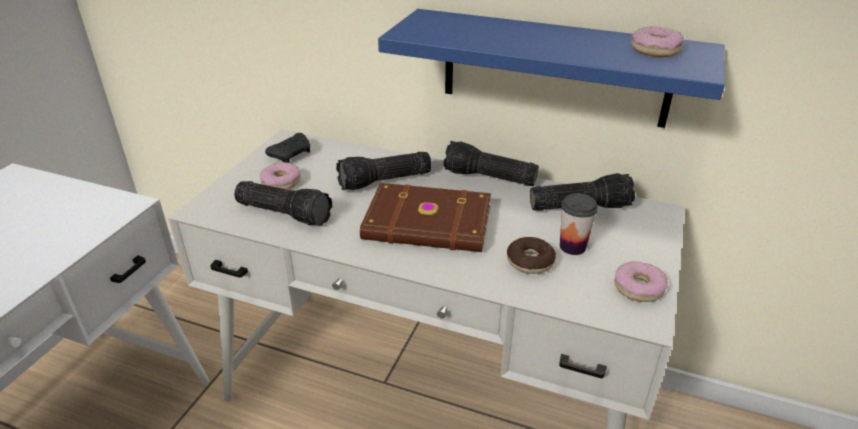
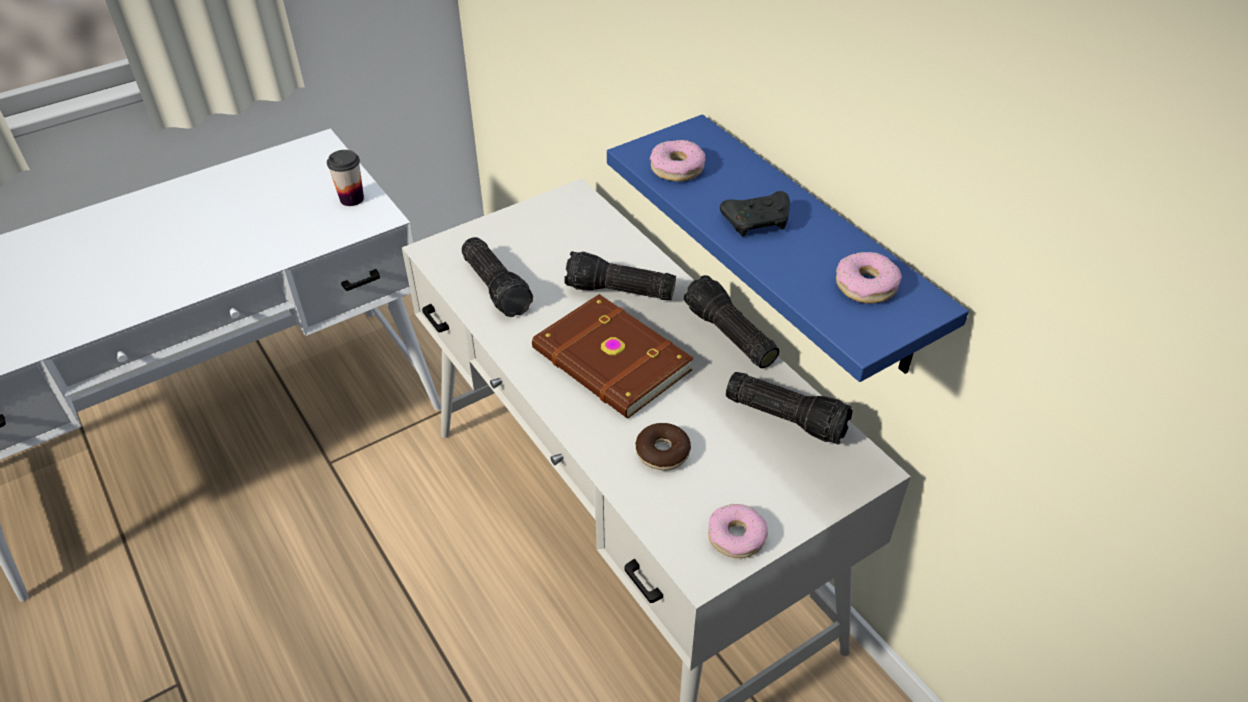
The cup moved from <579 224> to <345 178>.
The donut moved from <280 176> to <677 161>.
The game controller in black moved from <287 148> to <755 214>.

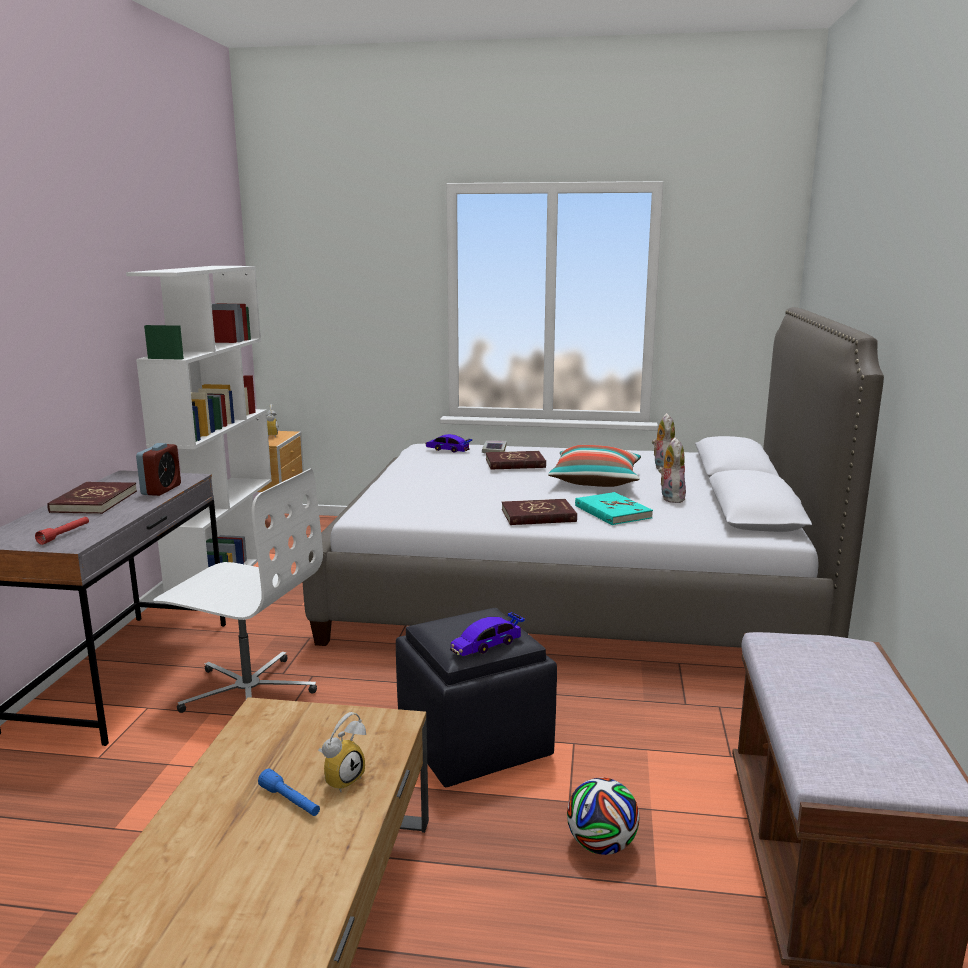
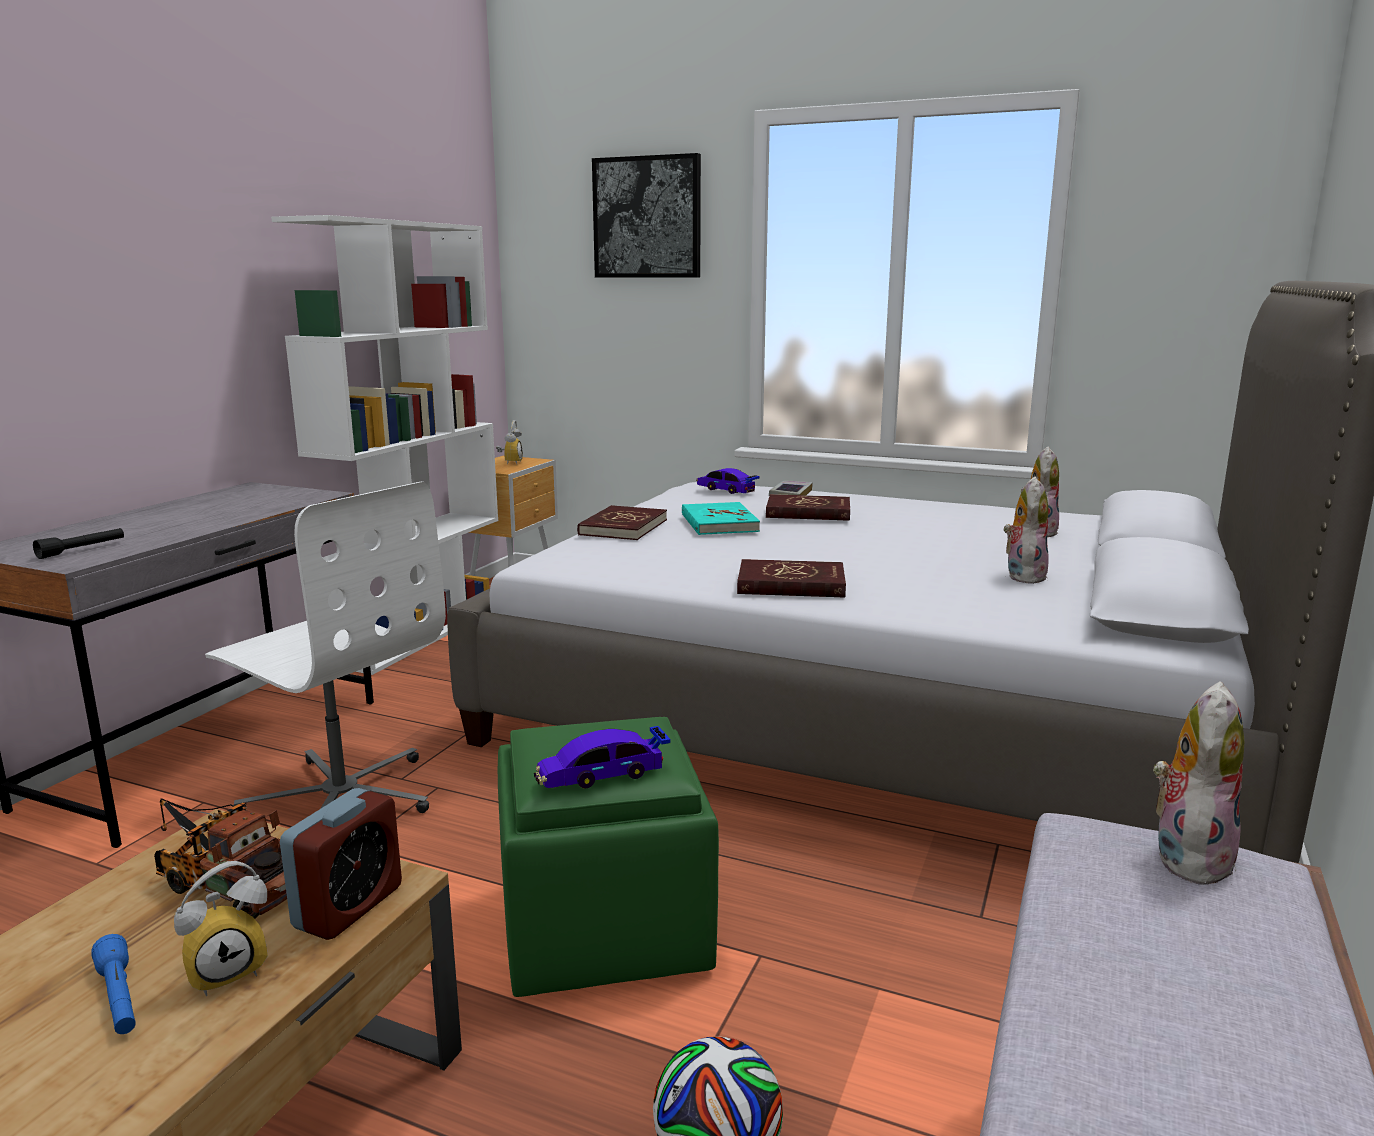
The flashlight in red at <62 531> became the flashlight in black at <78 543>.
The toy truck at <220 858> appeared.
The alarm clock moved from <158 469> to <341 864>.
The ottoman in black at <476 697> became the ottoman in green at <608 857>.
The book in red moved from <92 498> to <622 522>.
The picture at <646 215> appeared.
The book in turquoise moved from <614 508> to <721 518>.
The plush toy at <1198 784> appeared.
The pillow at <594 466> disappeared.

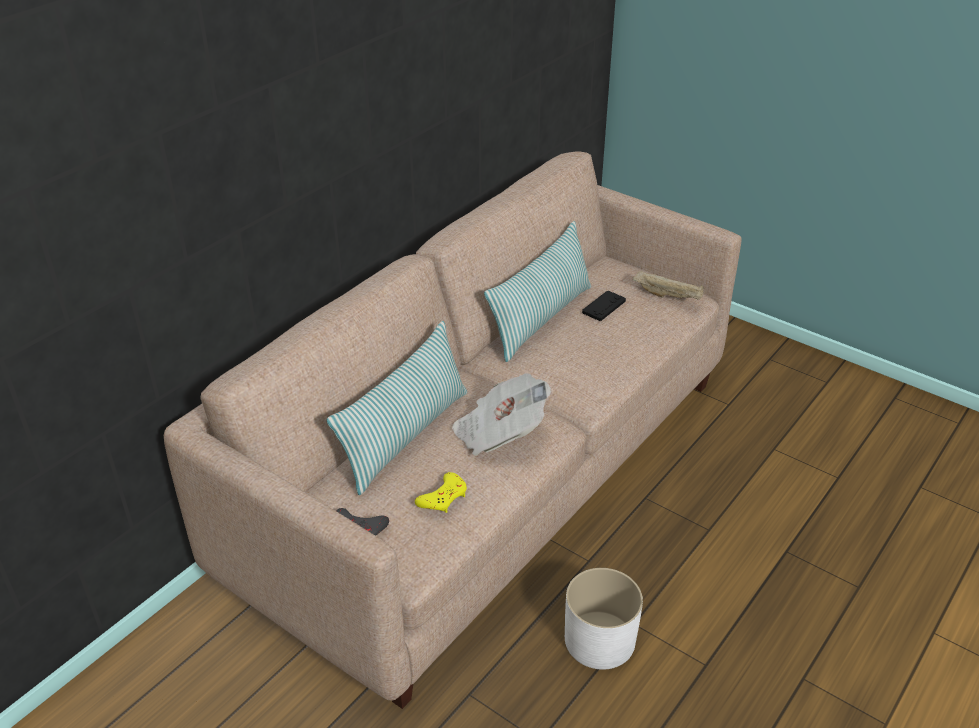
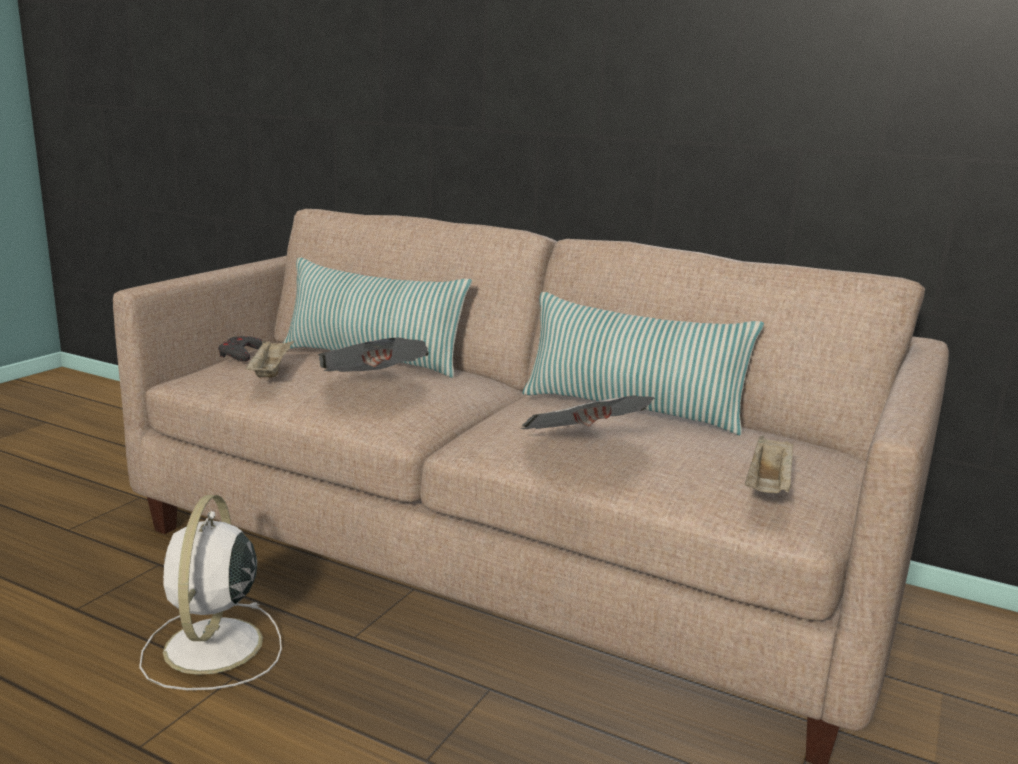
The planter in white at <604 619> was replaced by the fan in white at <210 592>.
The game controller in yellow at <441 492> was replaced by the tray in beige at <269 358>.
The newspaper at <588 412> appeared.
The game controller in black at <604 306> disappeared.

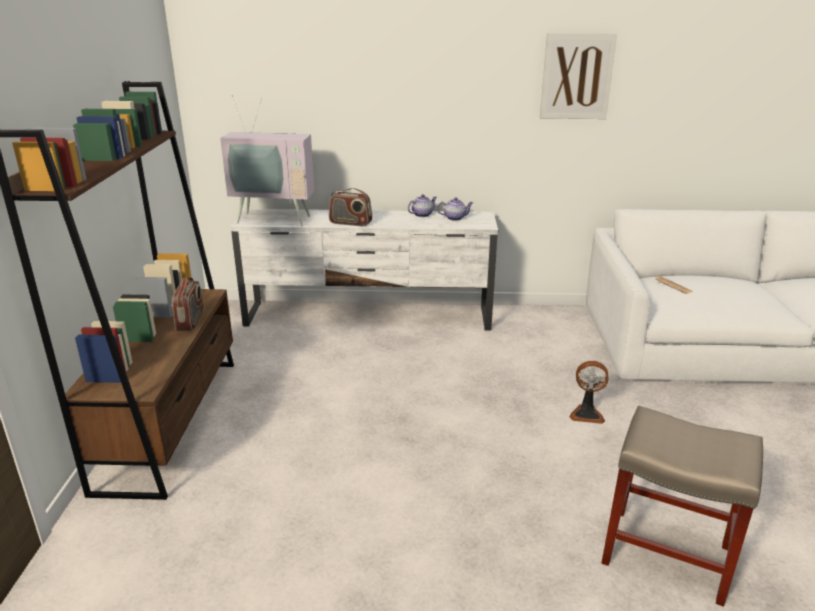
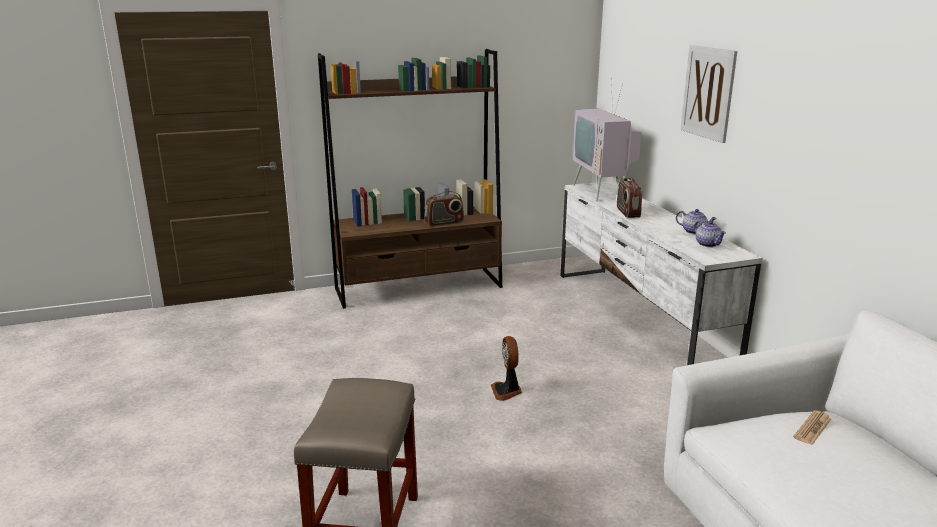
The fan moved from <589 392> to <506 368>.
The picture moved from <578 76> to <708 94>.

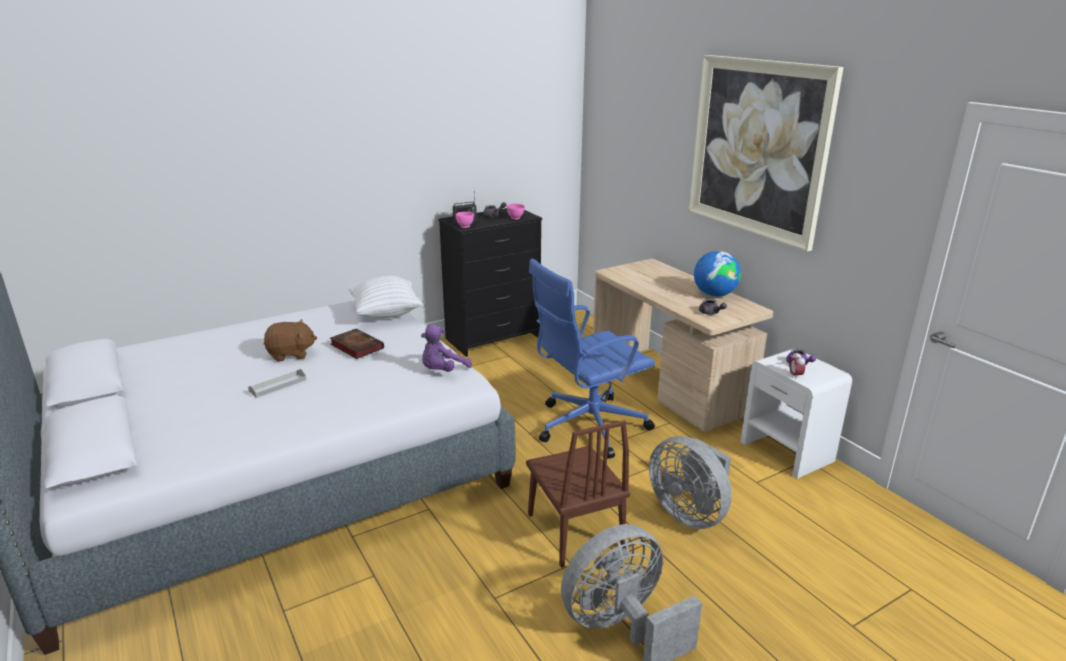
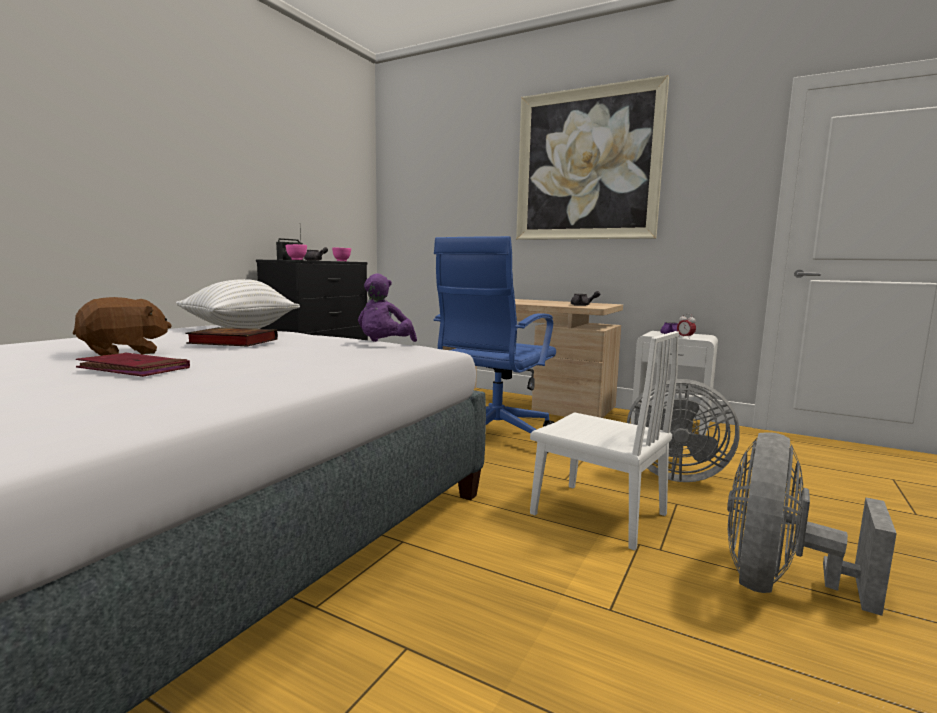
The tray in grey at <277 383> was replaced by the book in red at <133 365>.
The chair in brown at <578 494> became the chair in white at <604 441>.
The globe at <717 274> disappeared.

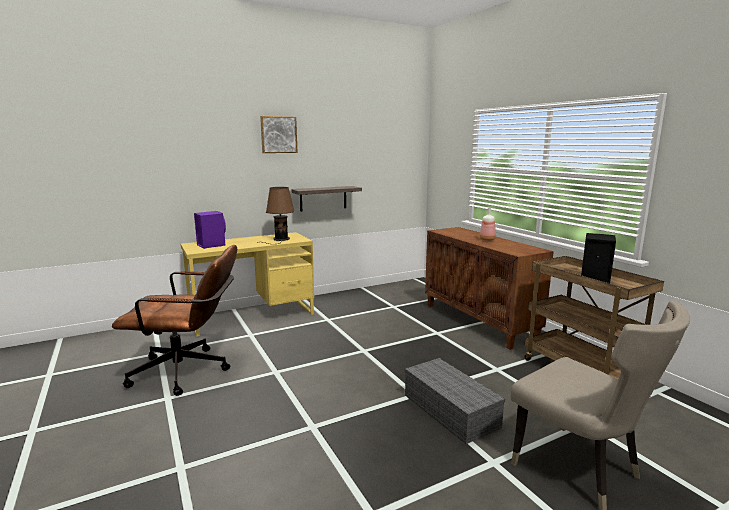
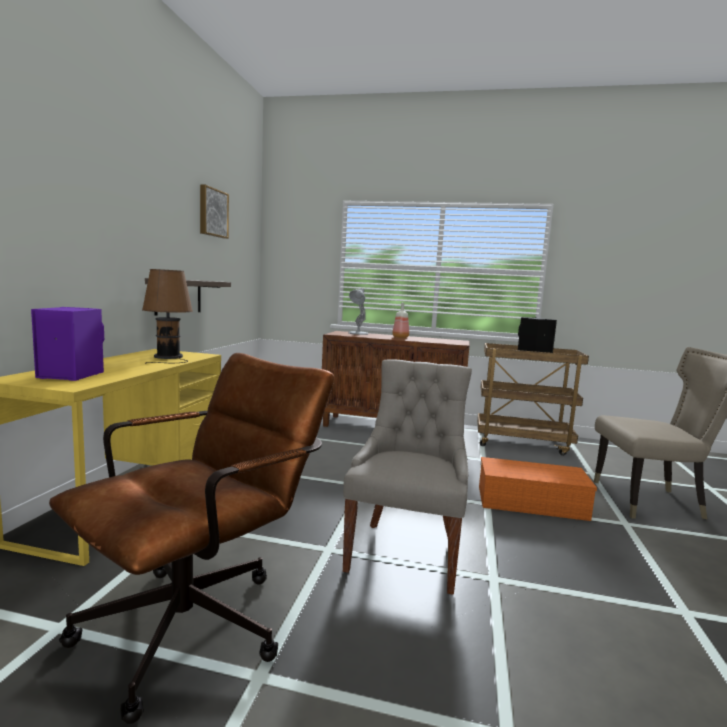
The picture moved from <279 134> to <214 211>.
The chair in grey at <407 477> appeared.
The table lamp in white at <358 311> appeared.
The storage box in grey at <455 401> became the storage box in orange at <538 489>.

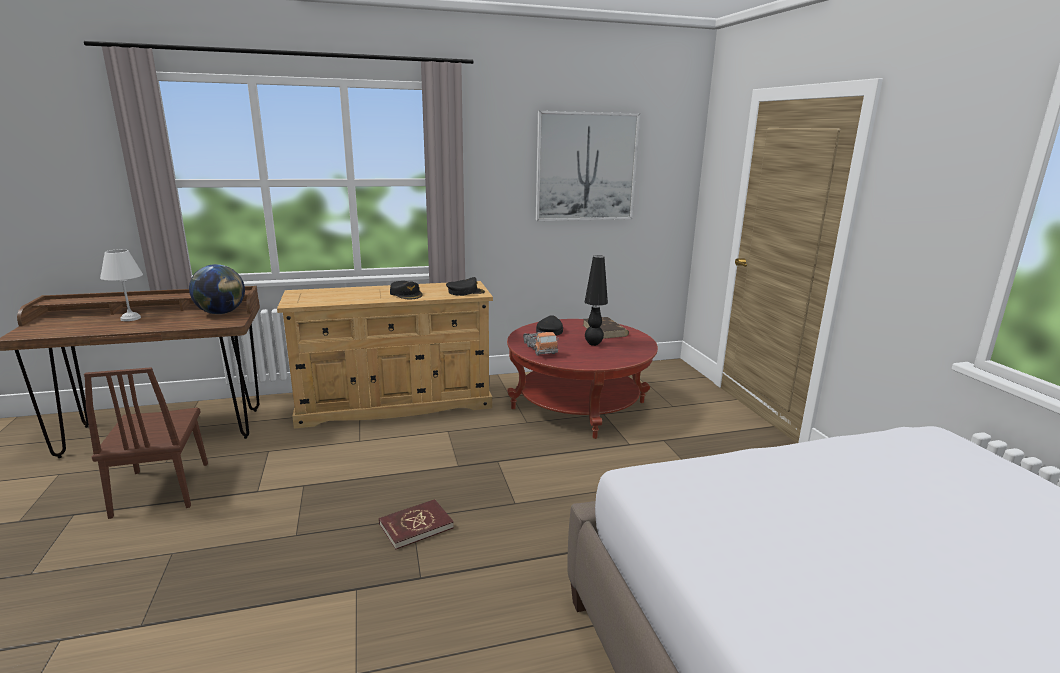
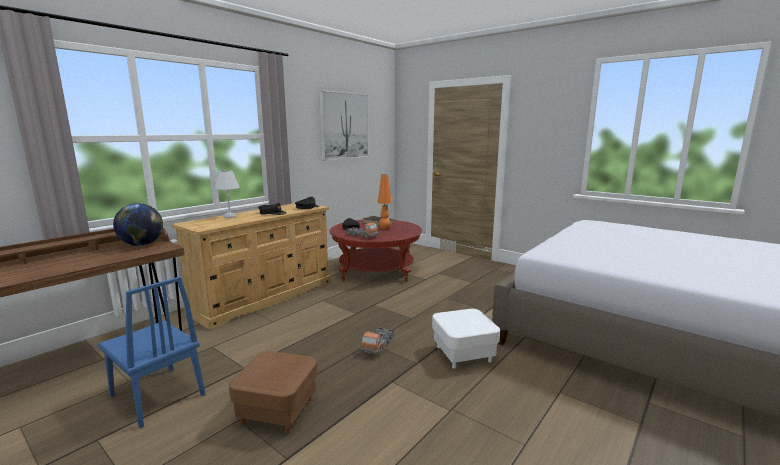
The chair in brown at <146 443> became the chair in blue at <151 352>.
The table lamp in white moved from <121 285> to <227 194>.
The ottoman in brown at <273 392> appeared.
The book in red at <416 524> was replaced by the toy truck at <377 340>.
The table lamp in black at <596 300> became the table lamp in orange at <385 201>.
The ottoman in white at <466 339> appeared.

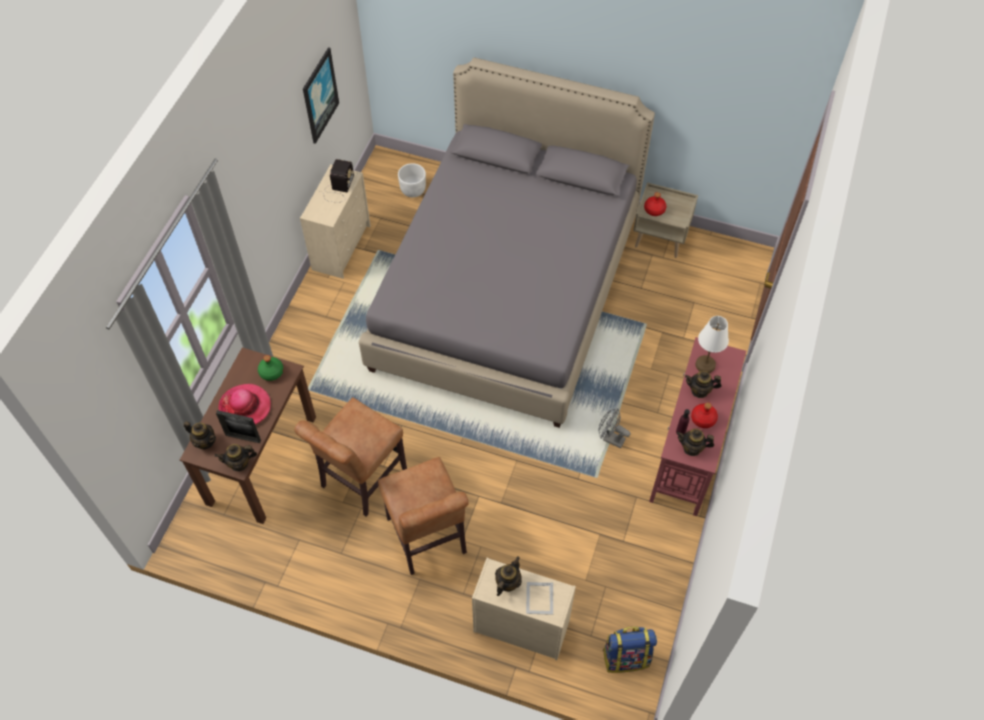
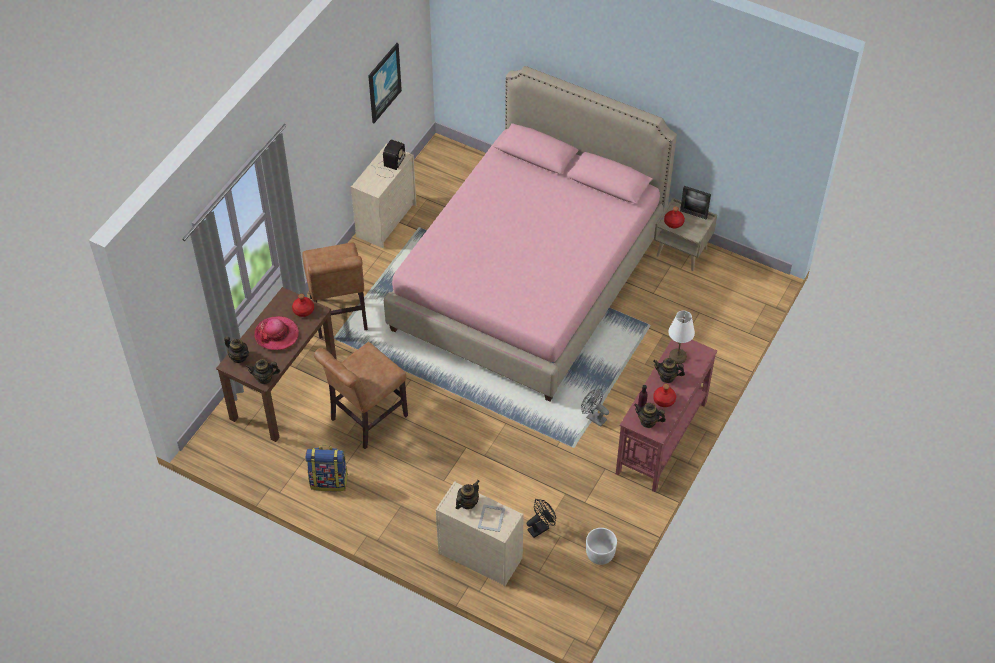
The bottle in green at <271 368> became the bottle in red at <303 305>.
The chair in brown moved from <423 516> to <335 291>.
The backpack moved from <630 650> to <326 468>.
The bed in grey at <507 243> became the bed in pink at <530 234>.
The fan in black at <541 518> appeared.
The planter in white moved from <412 180> to <601 546>.
The picture frame moved from <238 426> to <695 203>.

